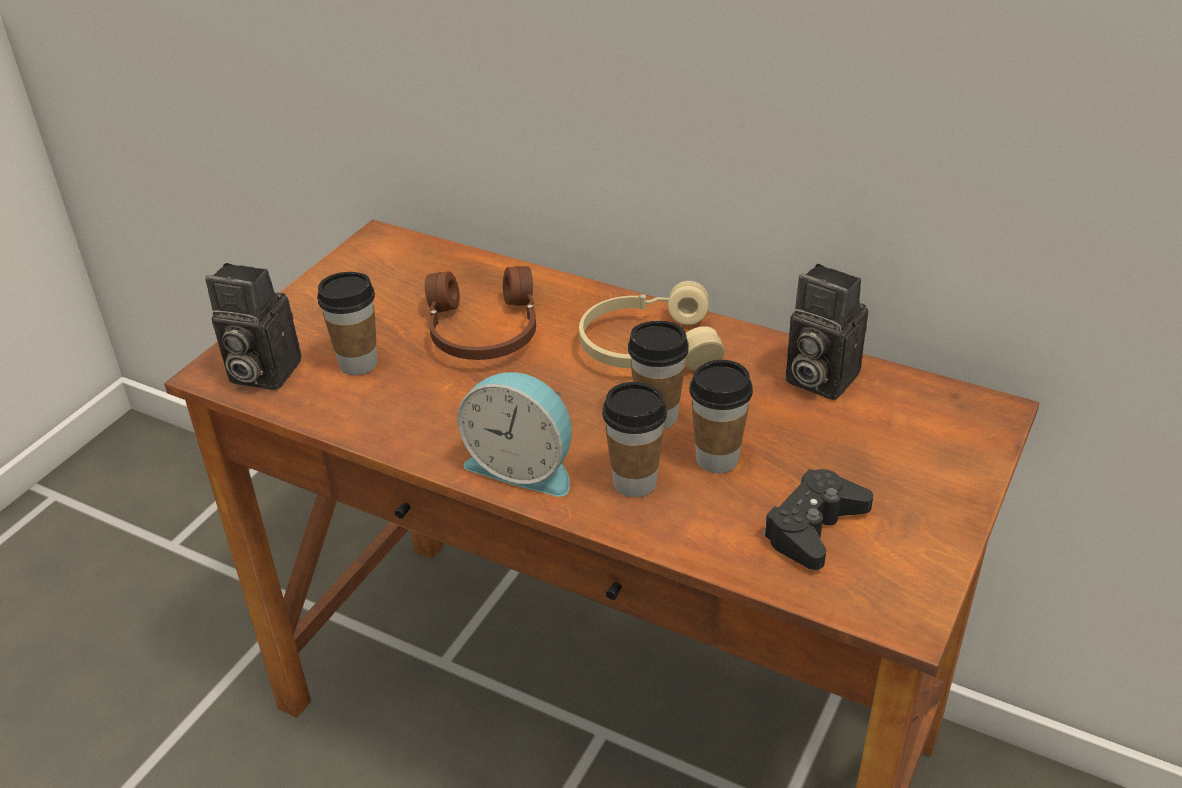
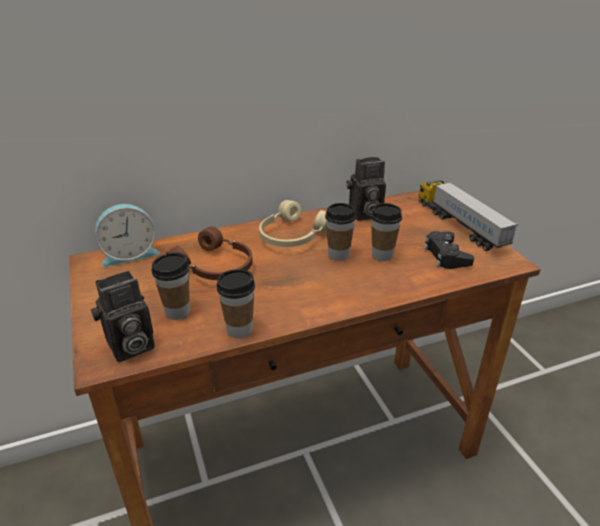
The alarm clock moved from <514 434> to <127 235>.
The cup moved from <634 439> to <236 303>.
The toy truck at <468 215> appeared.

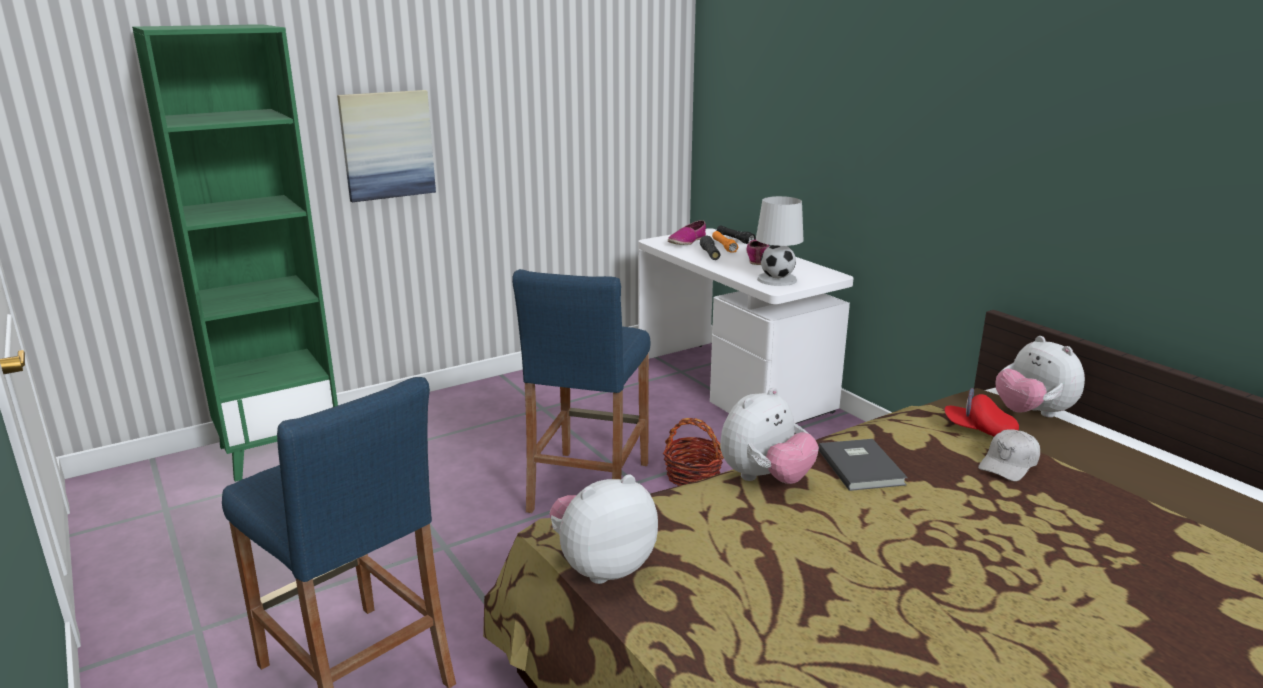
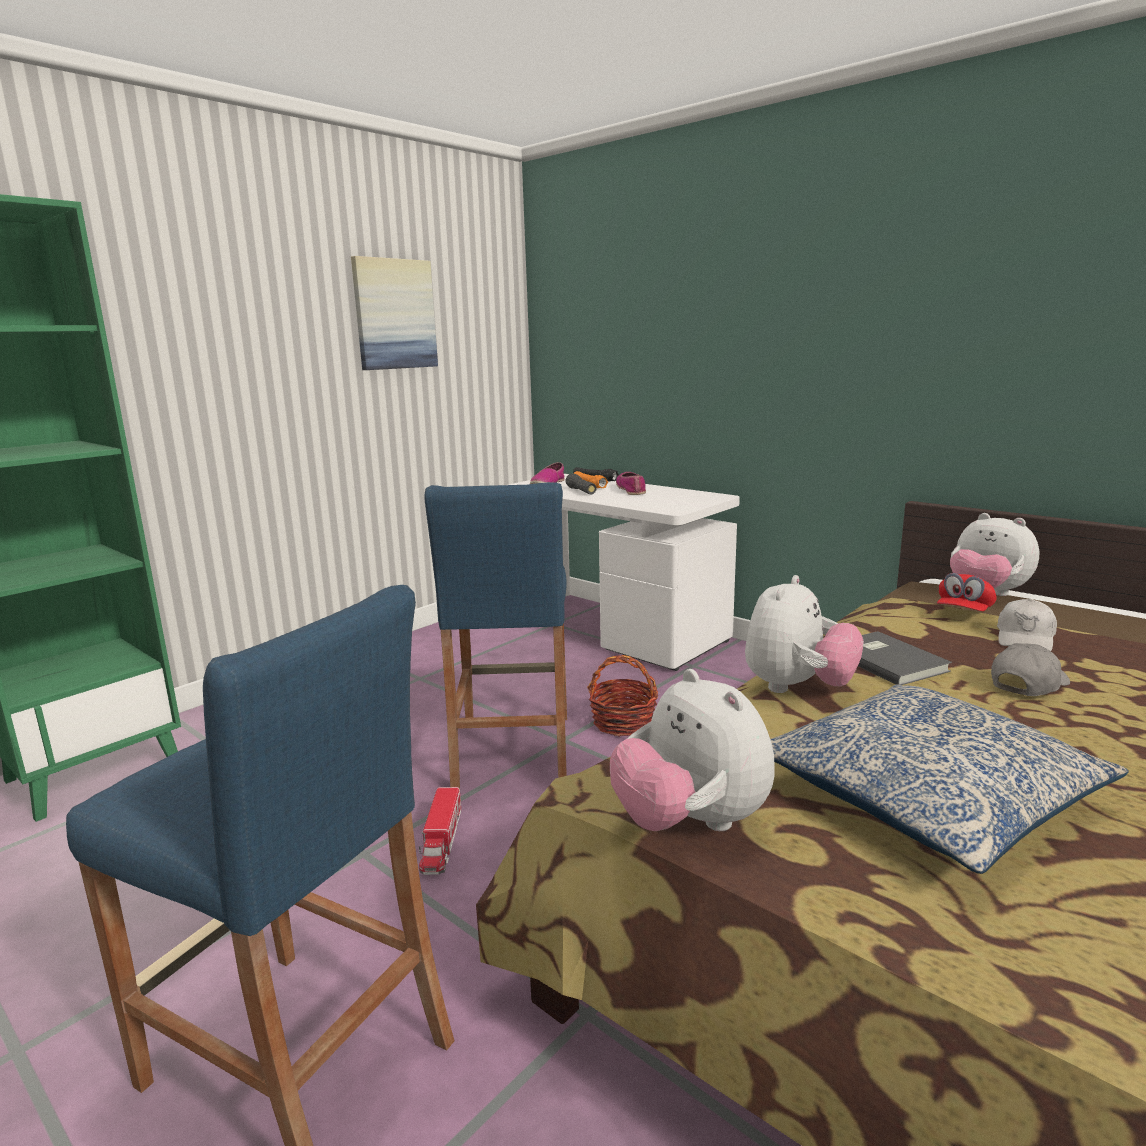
The picture moved from <386 146> to <394 313>.
The toy truck at <440 831> appeared.
The plush toy at <604 529> turned 75 degrees counterclockwise.
The pillow at <950 779> appeared.
The cap in red at <981 412> turned 60 degrees counterclockwise.
The cap in grey at <1030 669> appeared.
The table lamp in white at <780 241> disappeared.

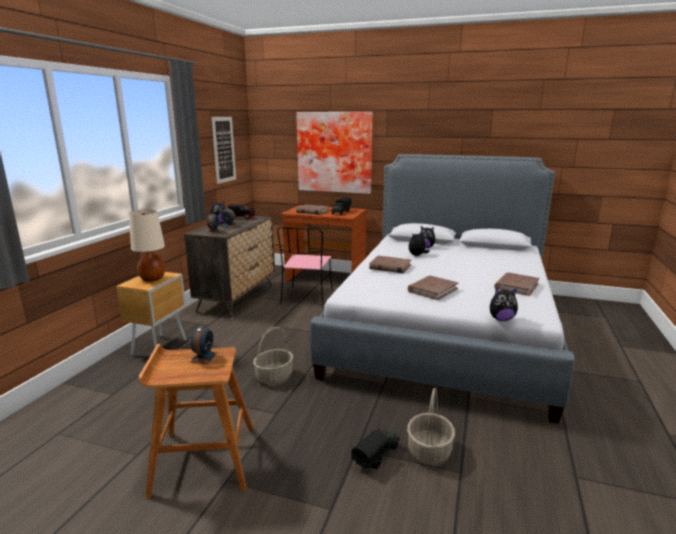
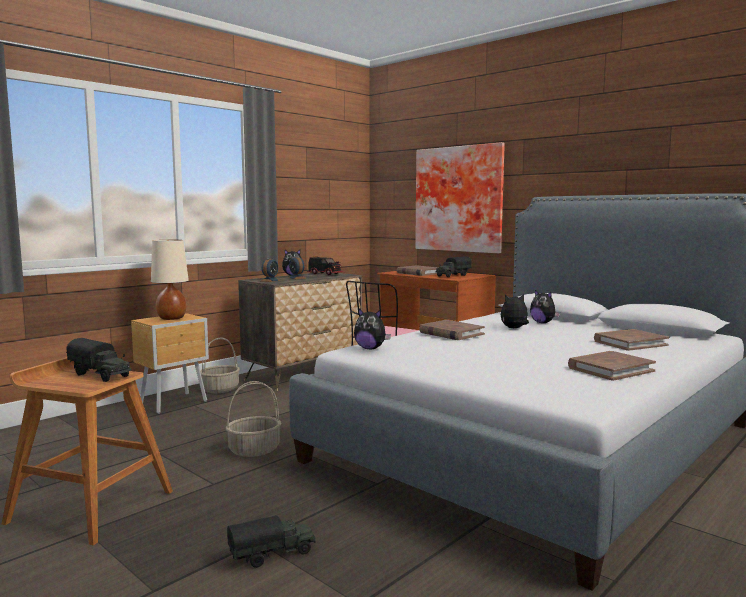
The alarm clock at <203 345> was replaced by the toy truck at <98 360>.
The basket moved from <431 426> to <220 365>.
The plush toy moved from <504 304> to <372 328>.
The book in brown moved from <433 288> to <631 340>.
The picture at <224 150> disappeared.

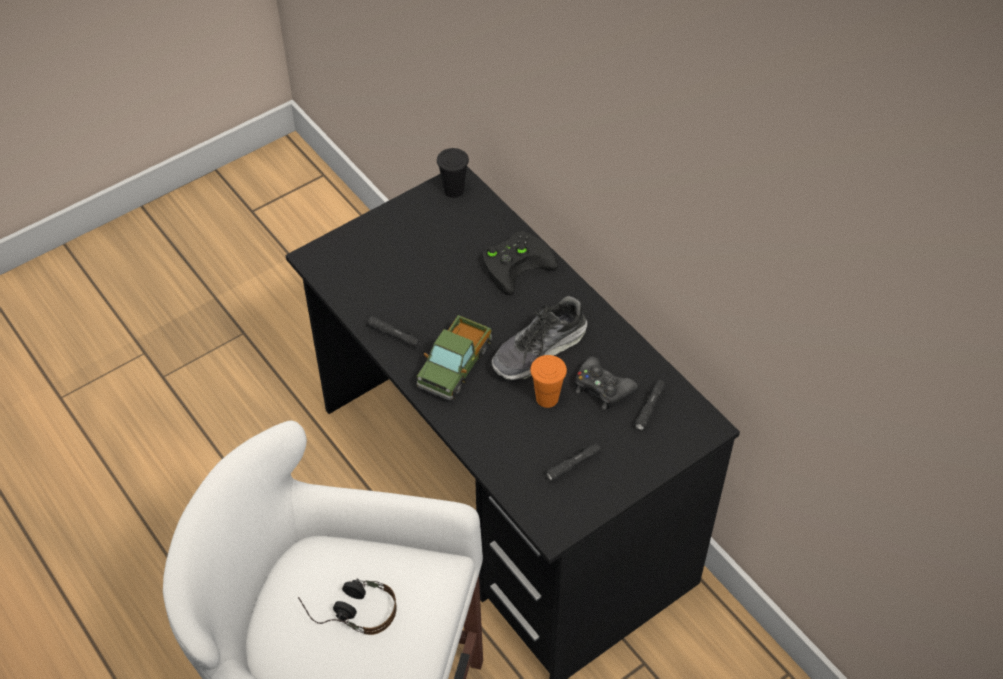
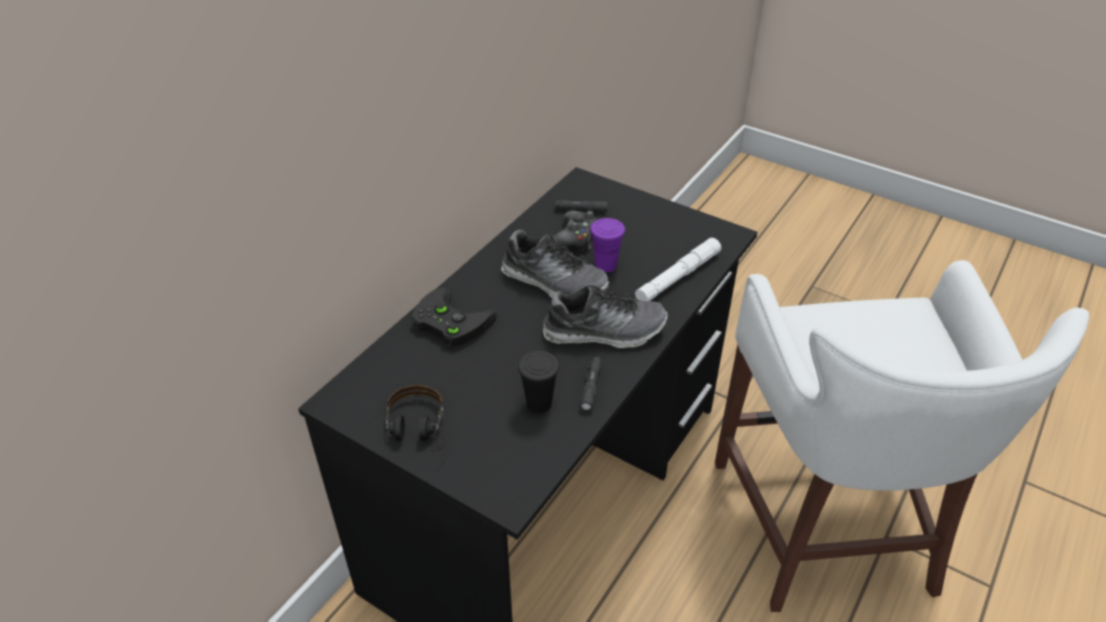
The headphones moved from <347 607> to <416 420>.
The cup in black moved from <453 173> to <538 382>.
The toy truck at <454 357> was replaced by the shoe at <605 316>.
The cup in orange at <548 381> became the cup in purple at <607 245>.
The flashlight in white at <678 269> appeared.
The flashlight in black at <573 462> disappeared.

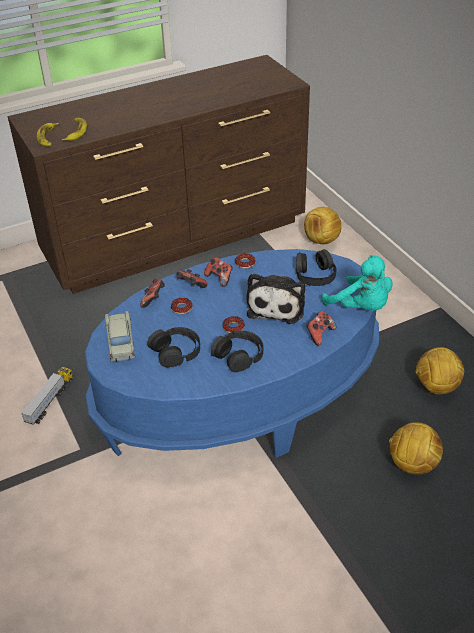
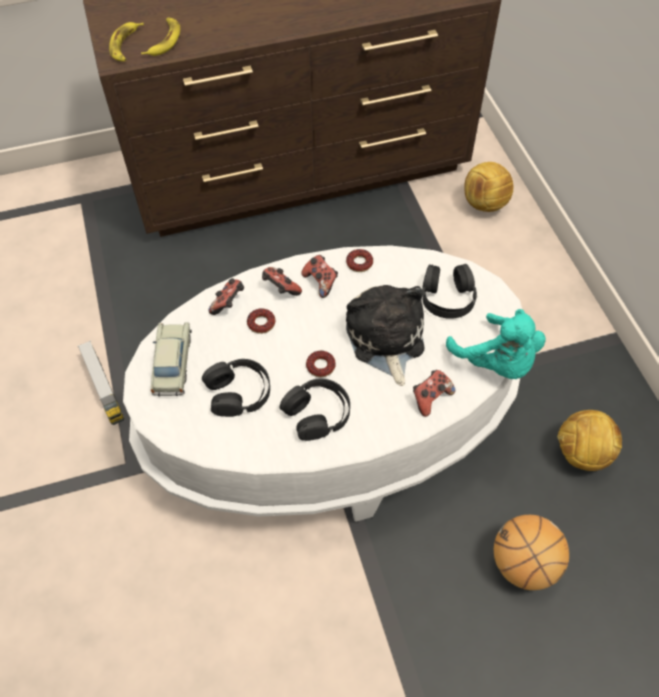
The toy truck at <47 396> turned 120 degrees clockwise.
The coffee table in blue at <232 353> became the coffee table in white at <322 383>.
The plush toy at <275 298> turned 150 degrees clockwise.
The football at <416 448> was replaced by the basketball at <531 552>.

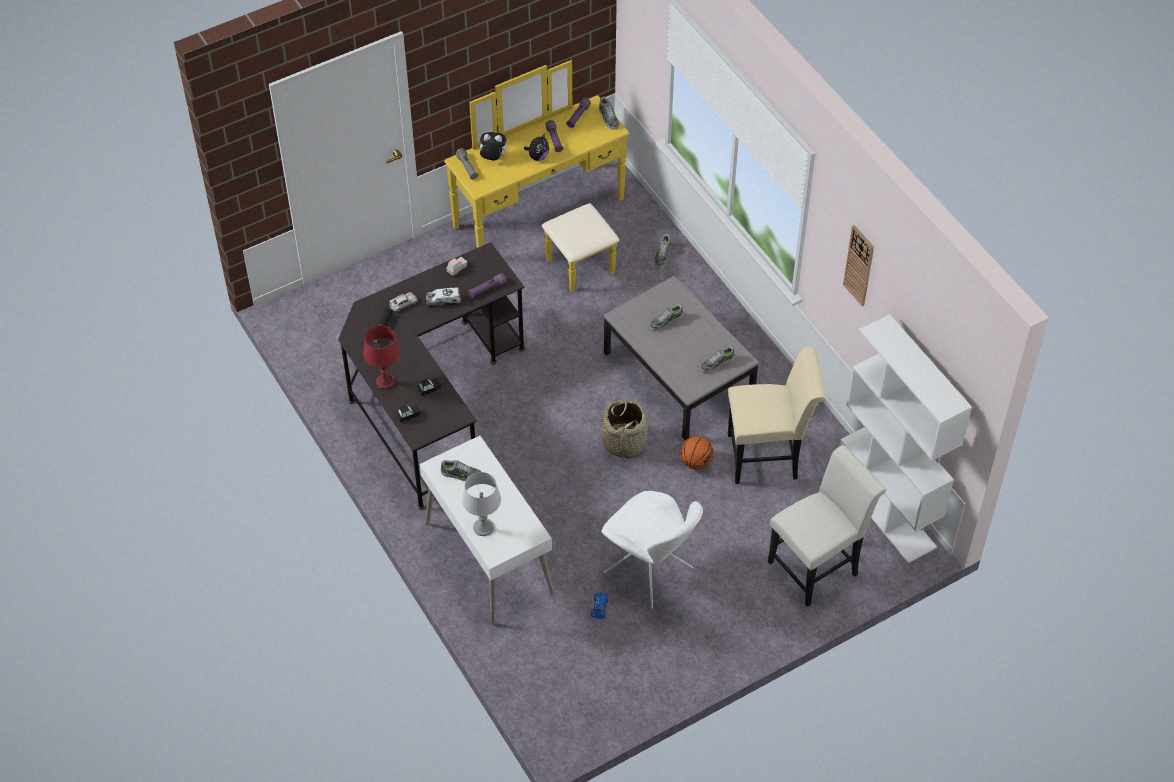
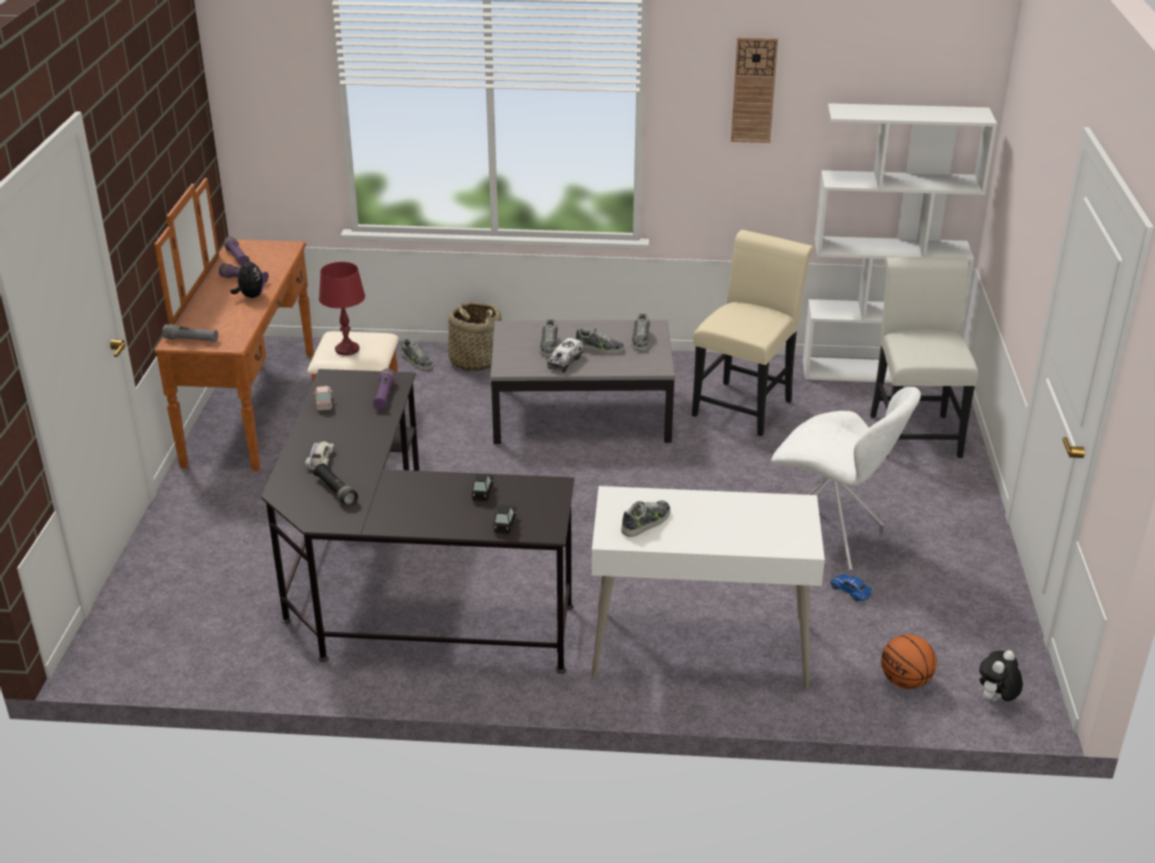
The dresser in yellow at <537 176> became the dresser in brown at <276 324>.
The table lamp in red moved from <382 357> to <342 309>.
The basket moved from <624 428> to <475 336>.
The toy truck moved from <443 297> to <565 355>.
The shoe moved from <609 113> to <600 340>.
The chair in white at <652 550> turned 45 degrees clockwise.
The basketball moved from <696 453> to <909 661>.
The plush toy moved from <491 146> to <1001 676>.
The table lamp in grey at <481 504> disappeared.

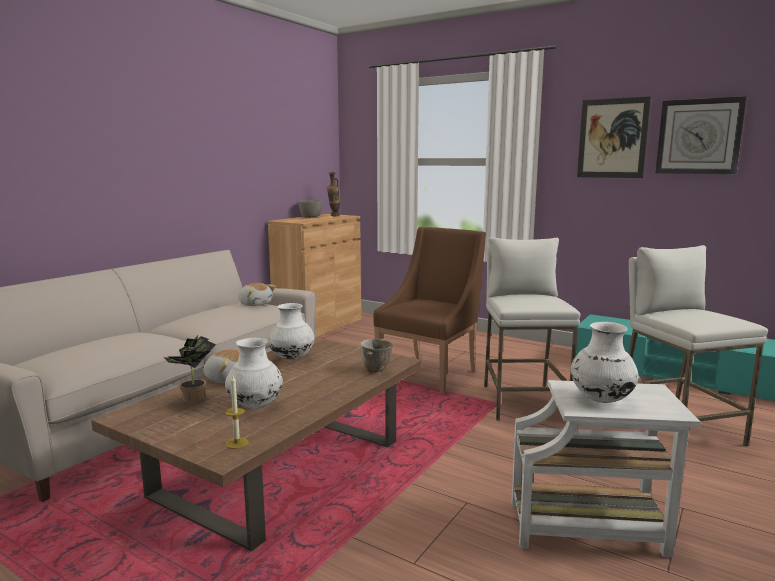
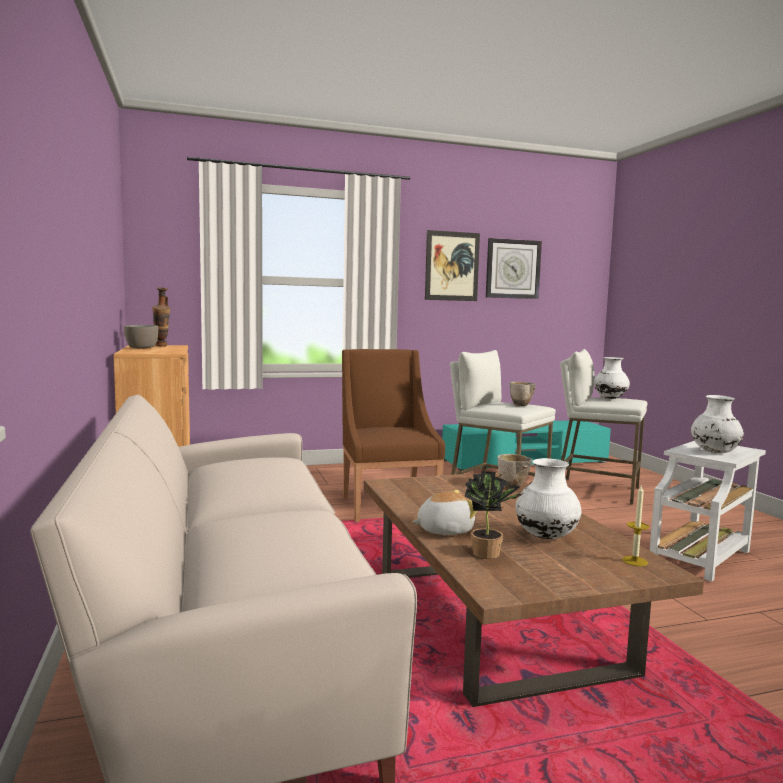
The bowl at <522 394> appeared.
The vase in white moved from <291 331> to <612 378>.
The plush toy at <257 294> disappeared.

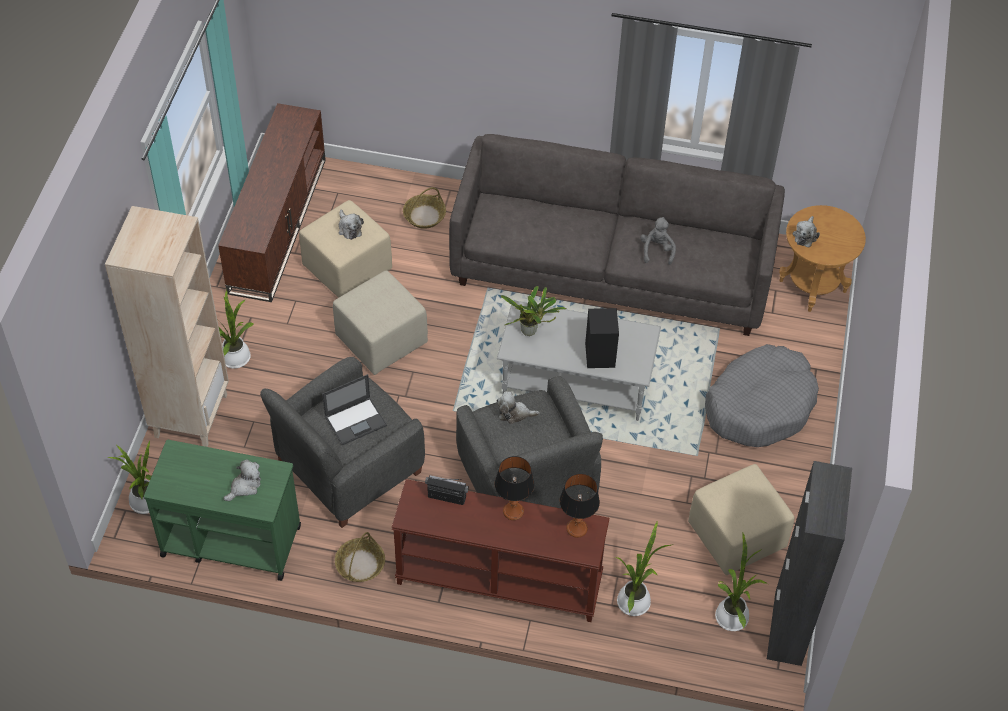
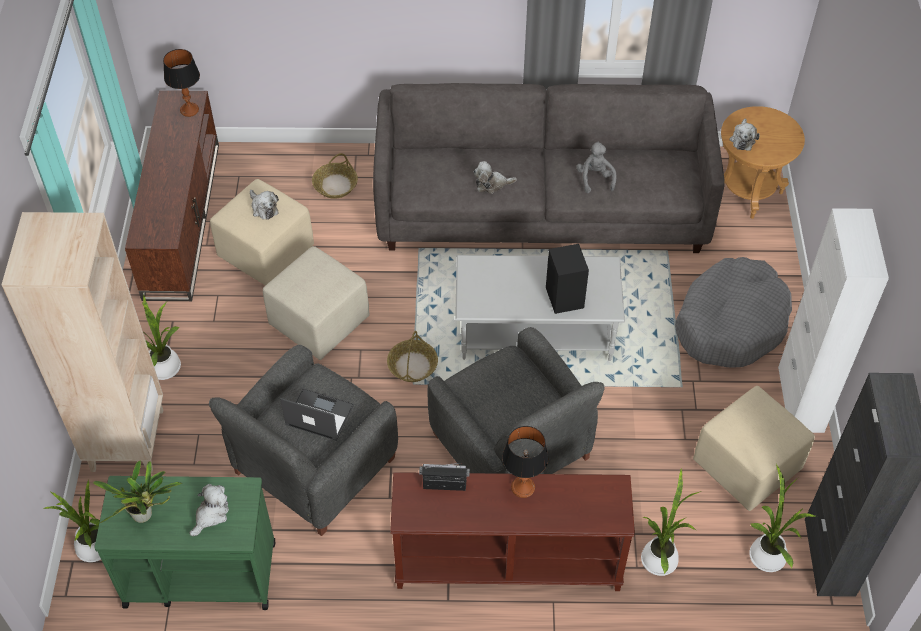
The potted plant moved from <533 311> to <137 491>.
The table lamp moved from <580 506> to <181 83>.
The laptop at <354 409> turned 120 degrees counterclockwise.
The basket moved from <360 557> to <412 356>.
The plush toy moved from <518 407> to <495 177>.
The cabinet in white at <833 320> appeared.

